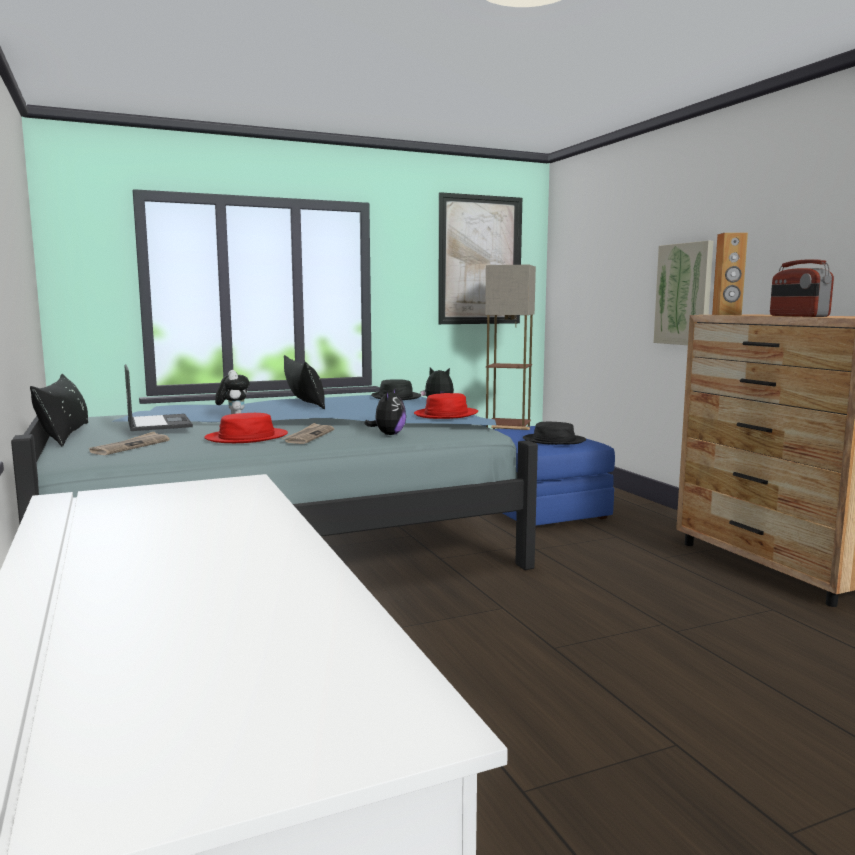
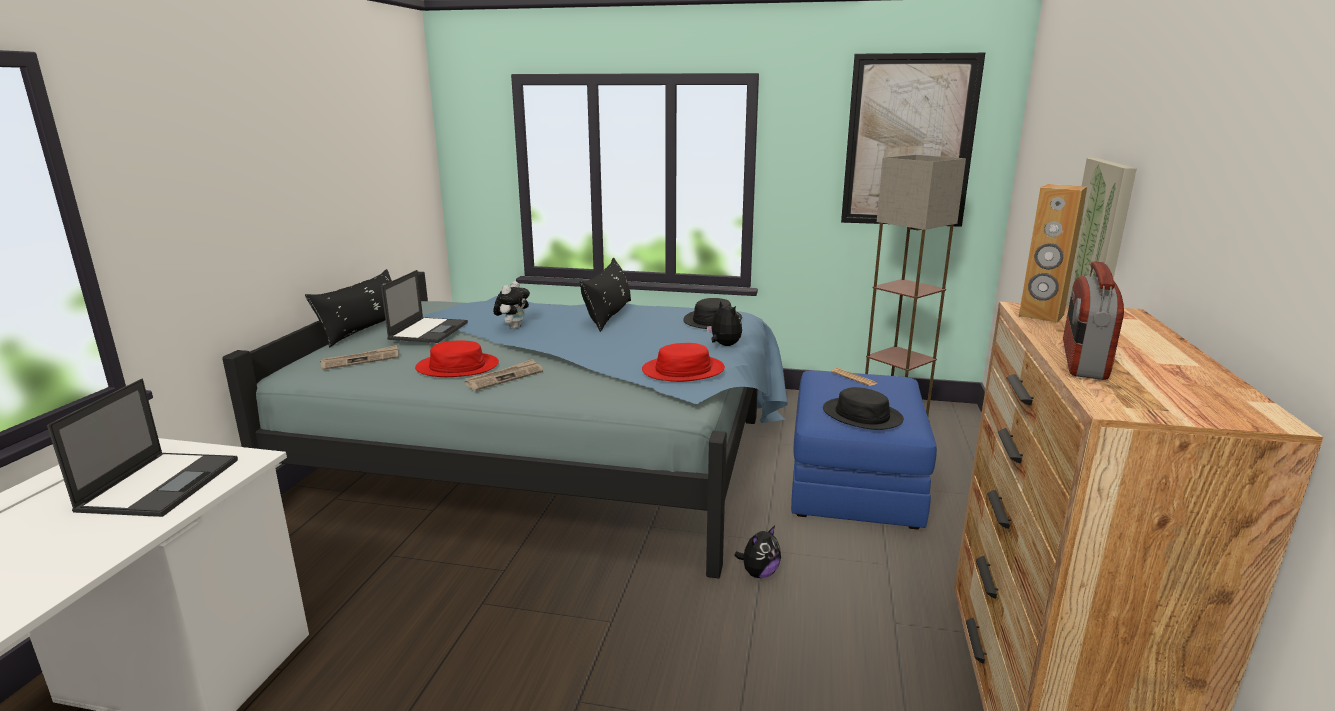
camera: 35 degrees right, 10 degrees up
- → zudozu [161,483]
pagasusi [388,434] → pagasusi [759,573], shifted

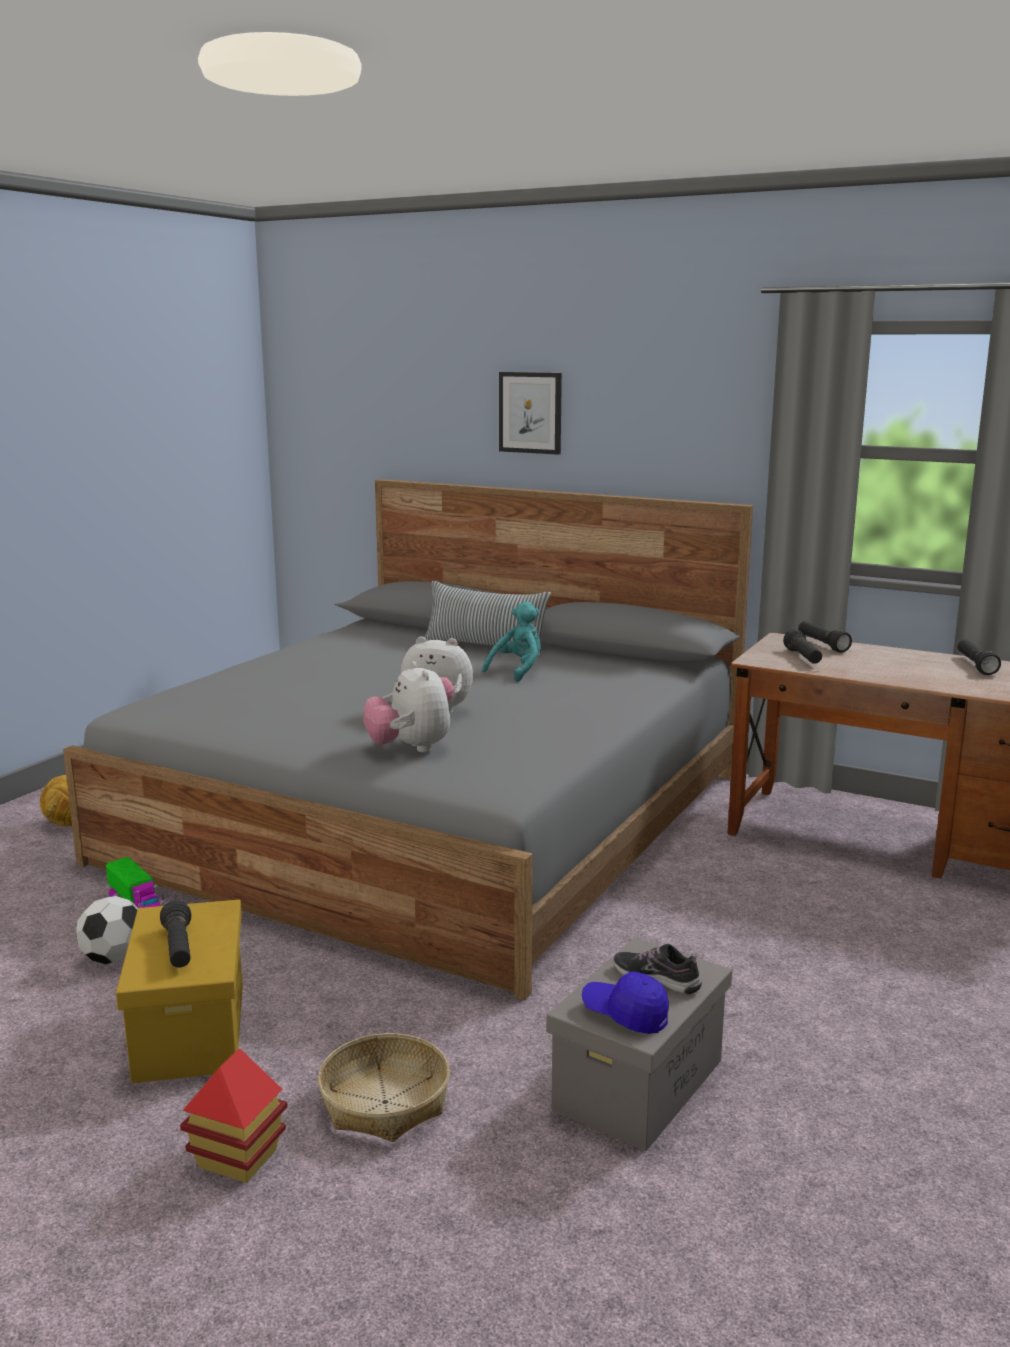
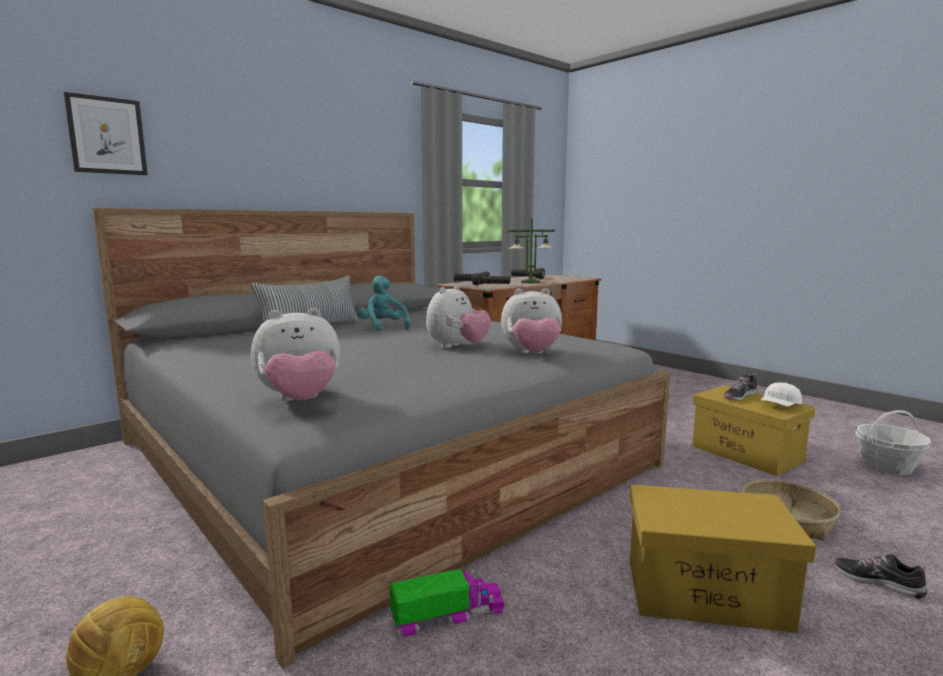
camera: 70 degrees left, 5 degrees down
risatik [530,412] → risatik [107,135], shifted
- → pagasusi [300,401]
- → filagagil [530,282]
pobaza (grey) [638,1085] → pobaza (yellow) [747,454]
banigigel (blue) [625,1015] → banigigel (white) [779,406]
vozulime [237,1158] → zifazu [877,582]
- → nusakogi [887,466]
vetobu [114,959] → -
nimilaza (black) [179,948] → -

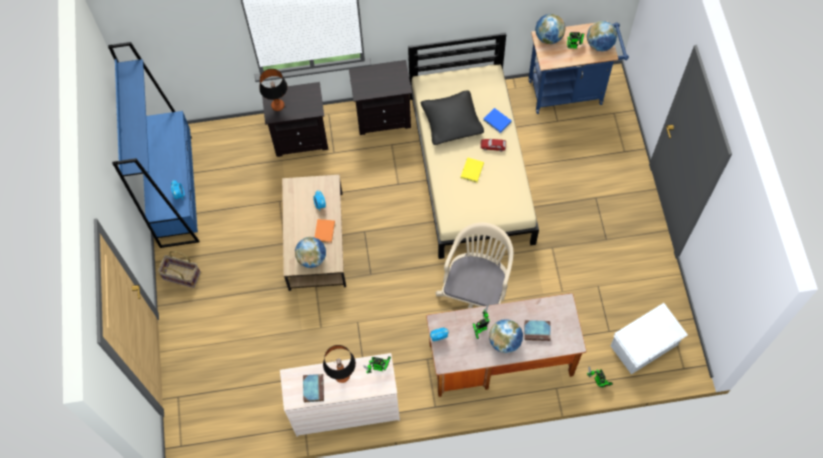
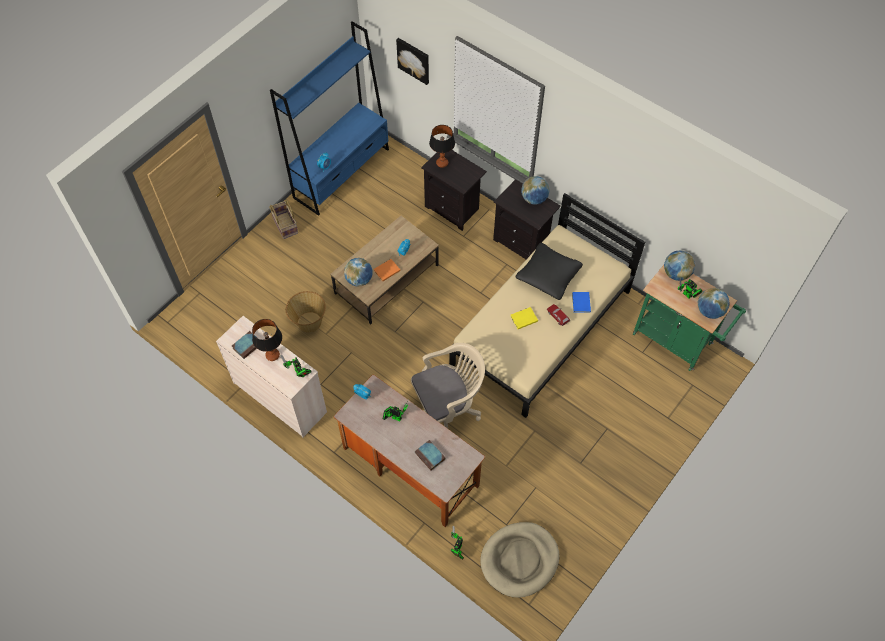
camera: 45 degrees right, 5 degrees down
- → nusakogi [309,322]
- → risatik [414,60]
pobaza (white) [645,346] → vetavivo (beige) [519,560]
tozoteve [505,341] → tozoteve [534,199], shifted
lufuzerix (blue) [570,91] → lufuzerix (green) [677,341]

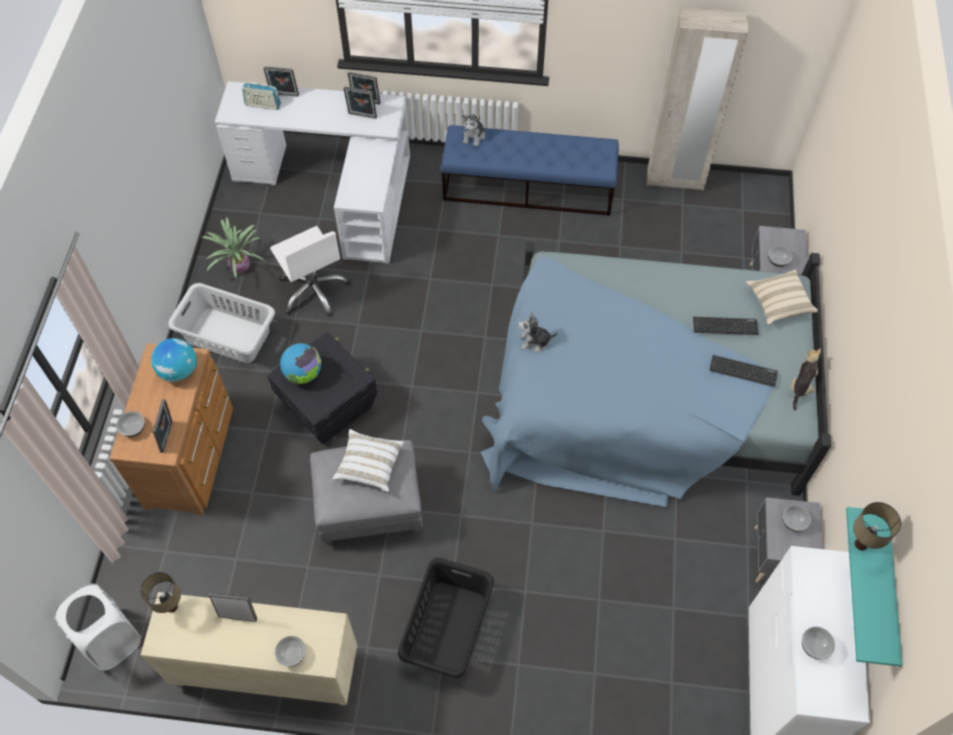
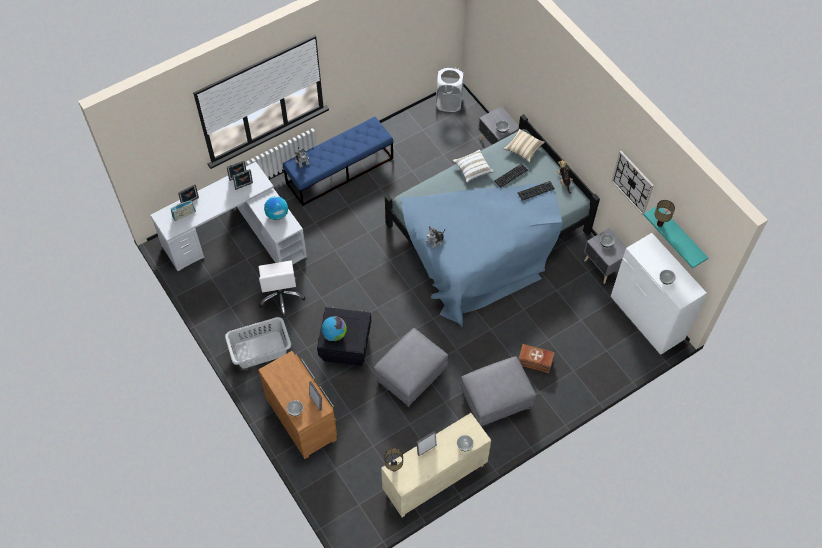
camera: 40 degrees left, 0 degrees up
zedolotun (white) [314,290] → zedolotun (white) [281,296], 60 degrees clockwise
tozoteve [179,370] → tozoteve [277,214], shifted
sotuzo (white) [111,639] → sotuzo (white) [448,103], shifted
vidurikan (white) [369,465] → vidurikan (white) [473,169], shifted
sotuzo (black) [446,628] → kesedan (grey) [495,401]
- → pobaza (brown) [535,362]
- → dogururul [632,182]
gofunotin [240,266] → -
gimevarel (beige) [675,179] → -

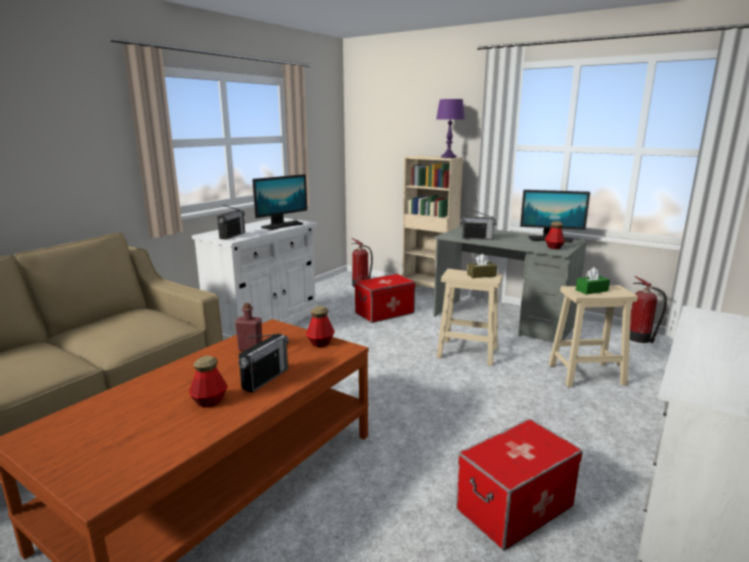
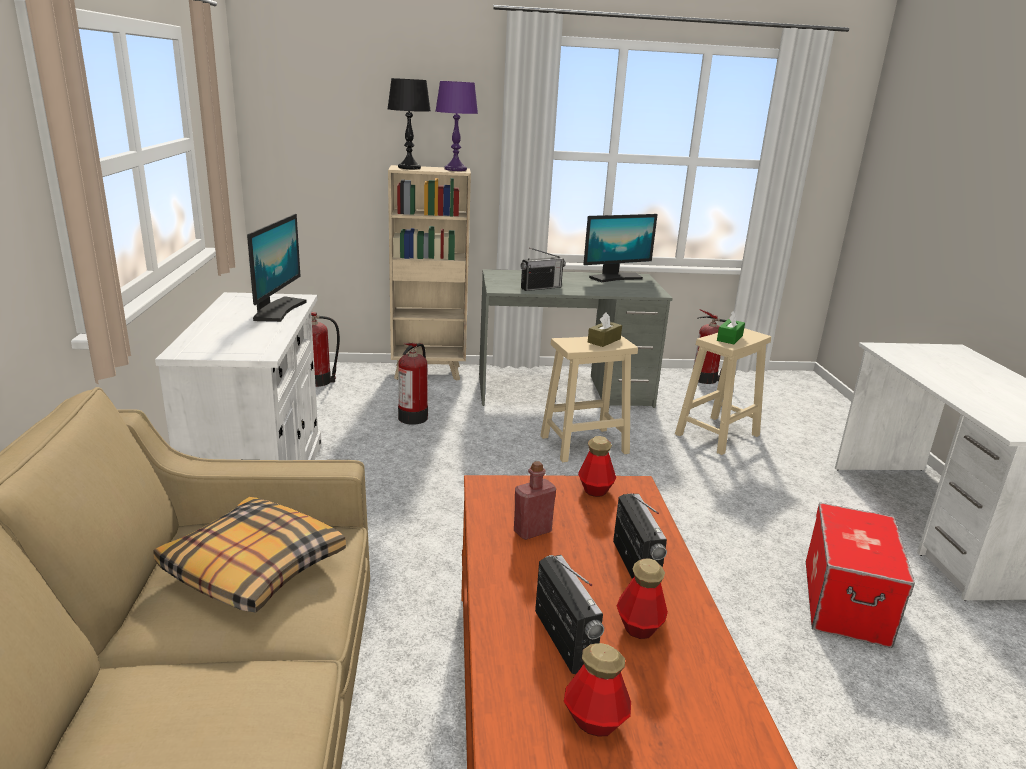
camera: 40 degrees left, 5 degrees up
- → vidurikan [253,568]
- → filagagil (black) [409,168]
pobaza [384,312] → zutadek [414,417]
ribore [232,236] → ribore [564,639], shifted
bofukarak [553,247] → bofukarak [595,721], shifted

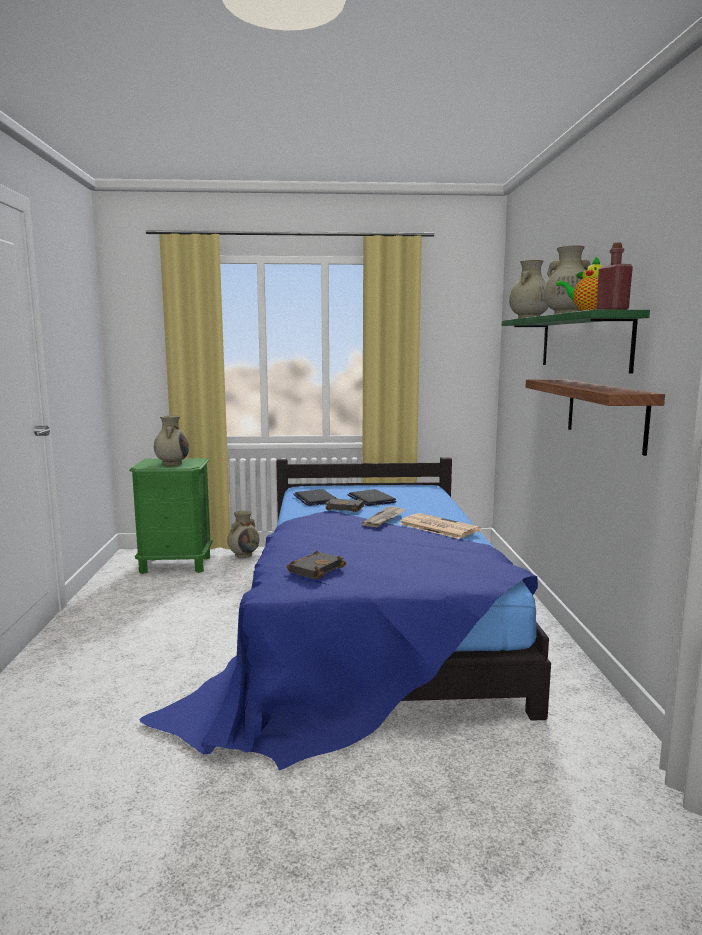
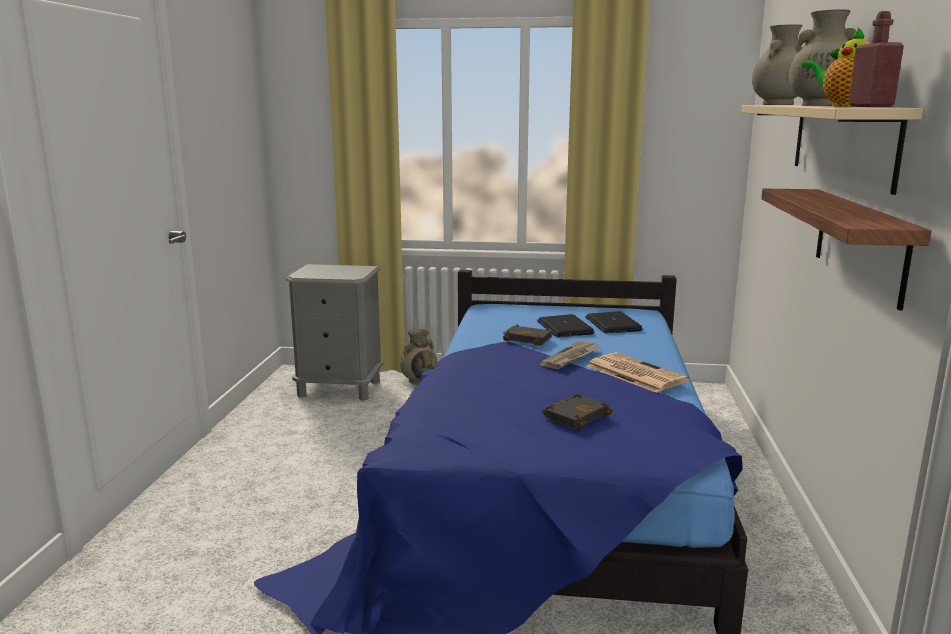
camera: 10 degrees right, 5 degrees up
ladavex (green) [176,565] → ladavex (grey) [340,388]
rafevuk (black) [316,569] → rafevuk (black) [576,415], shifted
zudozu [315,499] → zudozu [613,324], shifted
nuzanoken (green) [583,342] → nuzanoken (beige) [841,142]
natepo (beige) [172,463] → -

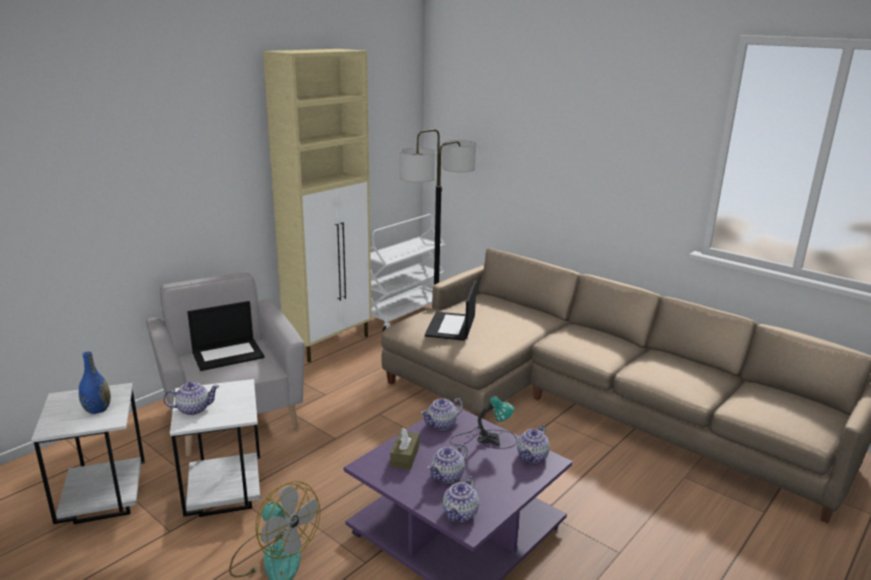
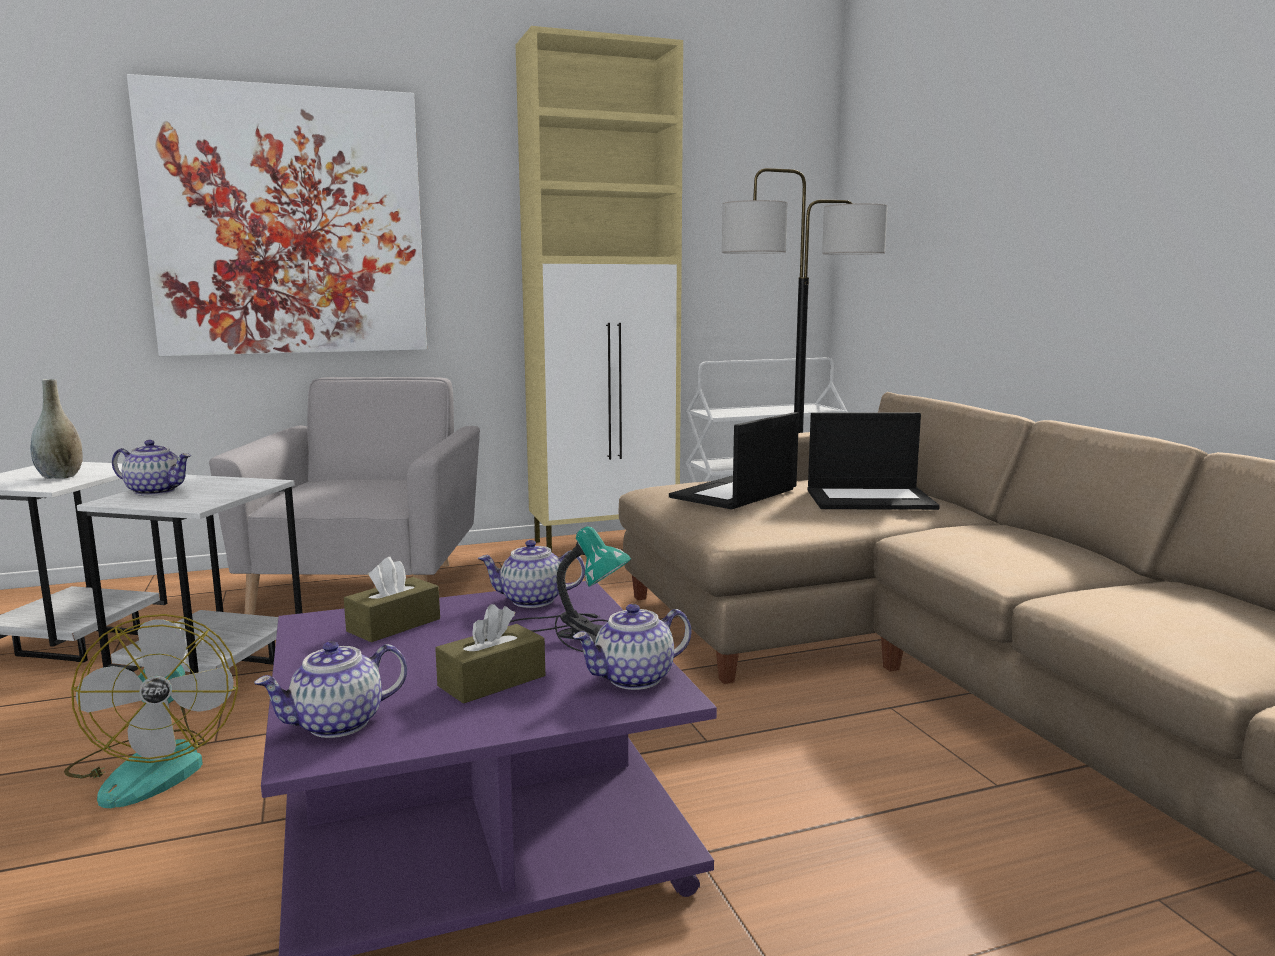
camera: 30 degrees right, 10 degrees down
natepo (blue) [97,410] → natepo (grey) [60,477]
- → risatik [288,223]
- → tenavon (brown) [492,681]
zudozu [228,354] → zudozu [871,499], shifted
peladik [447,476] → -

